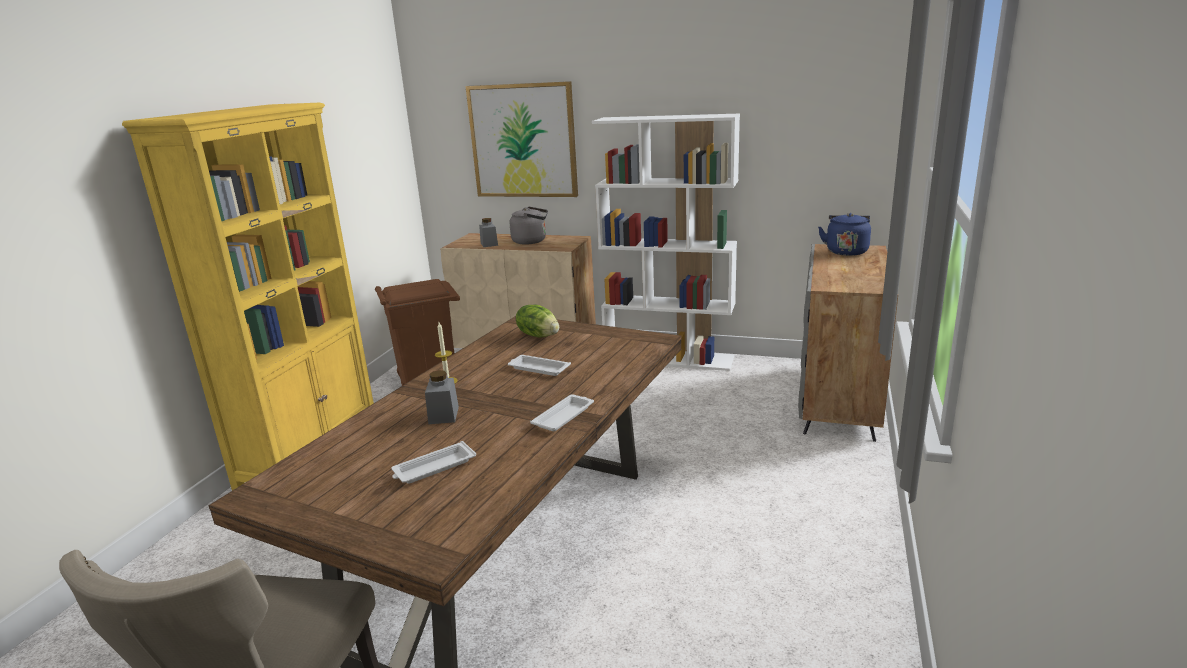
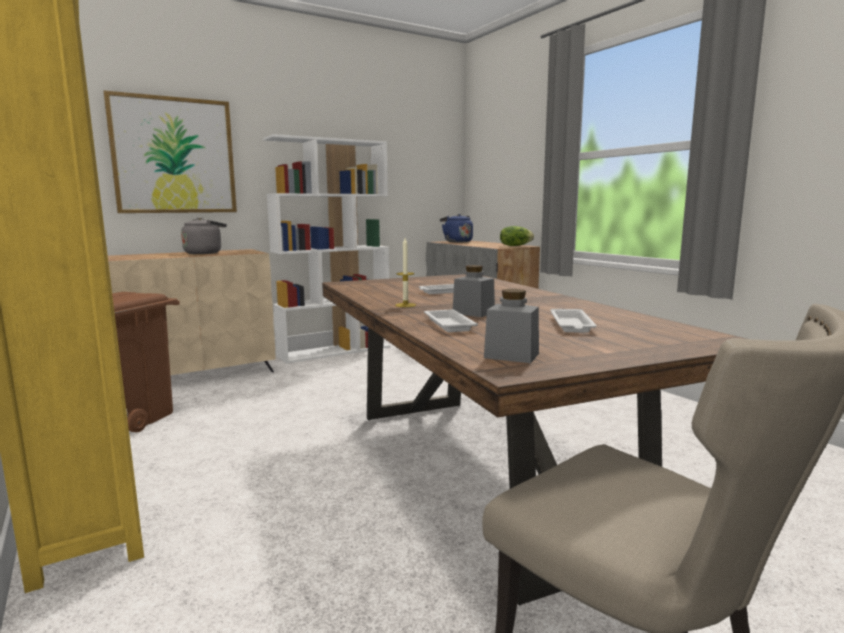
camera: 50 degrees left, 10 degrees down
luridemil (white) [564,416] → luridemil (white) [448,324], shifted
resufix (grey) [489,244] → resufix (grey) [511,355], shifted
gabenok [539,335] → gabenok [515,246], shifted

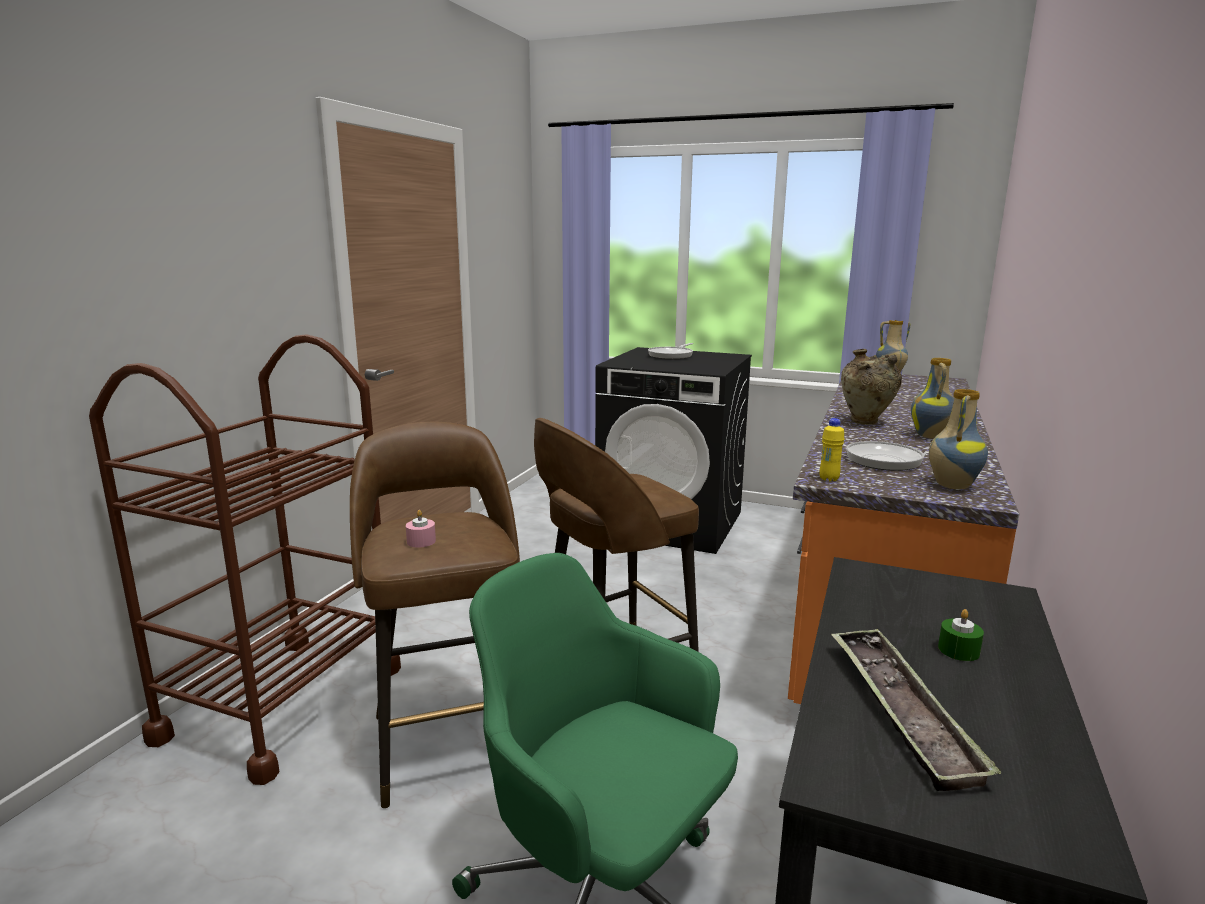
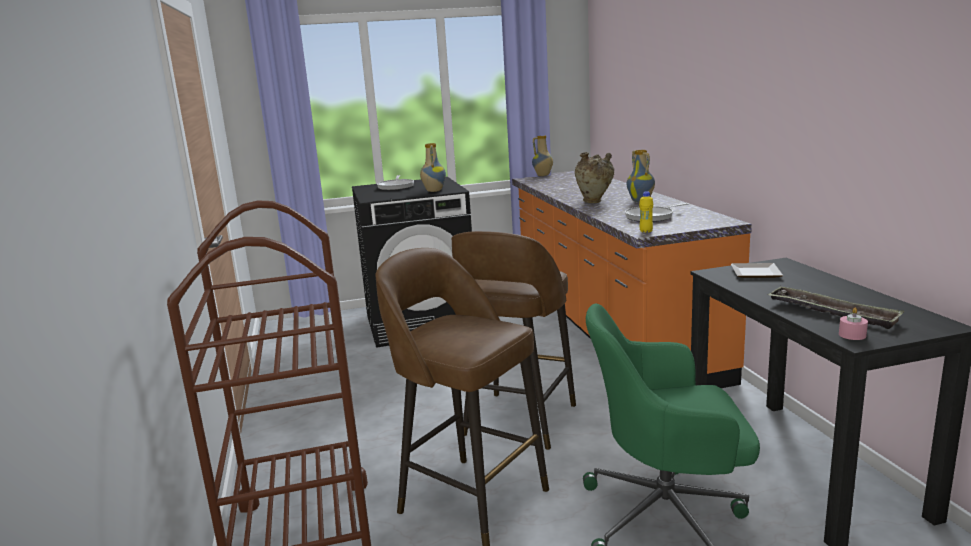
camera: 35 degrees left, 0 degrees up
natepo [951,485] → natepo [433,191], shifted
- → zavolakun [757,273]
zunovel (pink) [421,541] → zunovel (pink) [852,335], shifted
zunovel (green) [958,650] → -

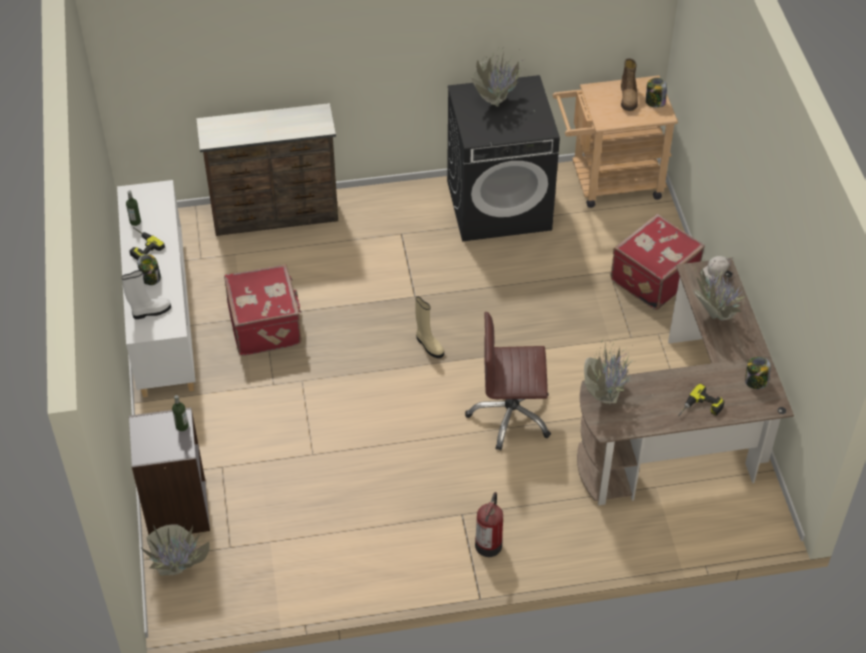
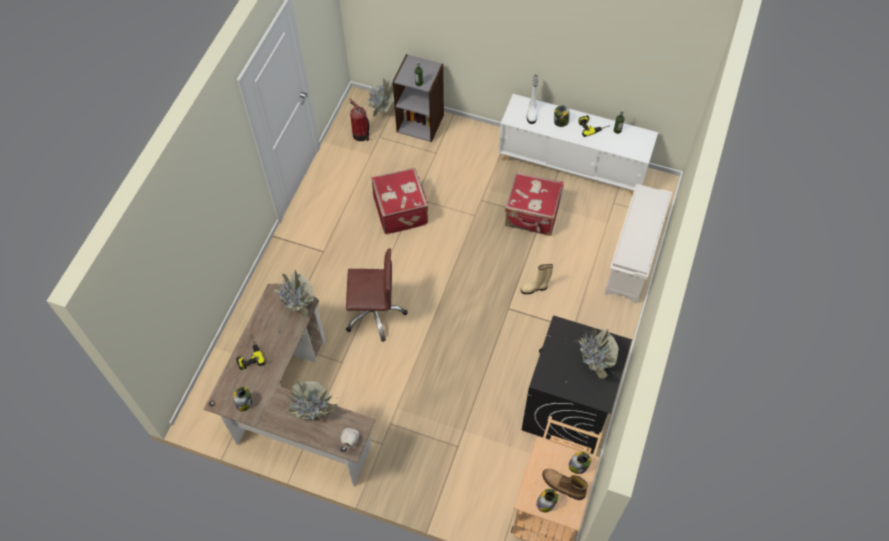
camera: 120 degrees right, 10 degrees up
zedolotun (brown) [510,416] → zedolotun (brown) [374,313], 60 degrees clockwise
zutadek [489,543] → zutadek [361,135], shifted
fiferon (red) [652,278] → fiferon (red) [401,210], shifted
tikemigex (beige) [429,345] → tikemigex (beige) [535,288], shifted
- → resufix [578,466]
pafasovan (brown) [276,216] → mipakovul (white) [632,260]

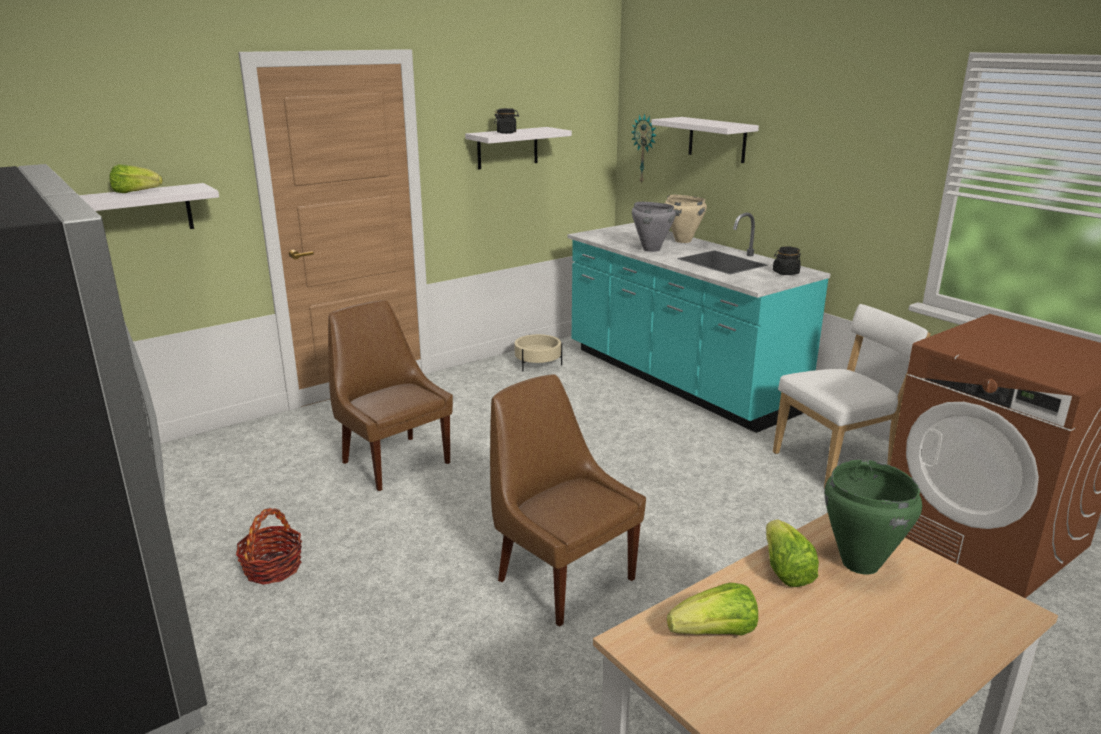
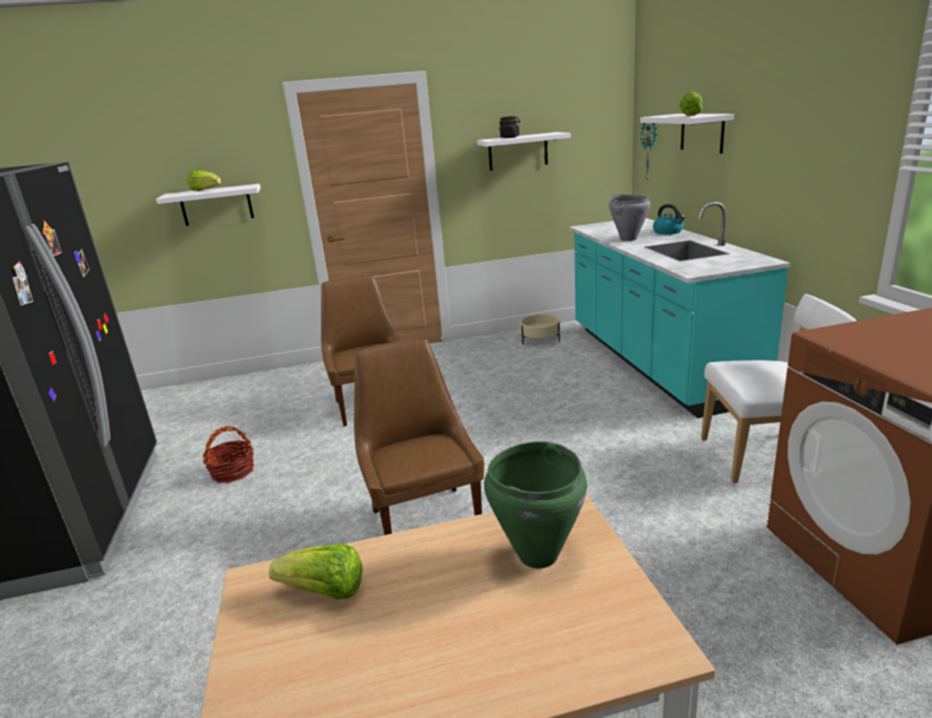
camera: 25 degrees right, 0 degrees up
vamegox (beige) [683,241] → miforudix [668,232]
gabenok [785,570] → gabenok [690,115], shifted
resufix (black) [785,273] → -

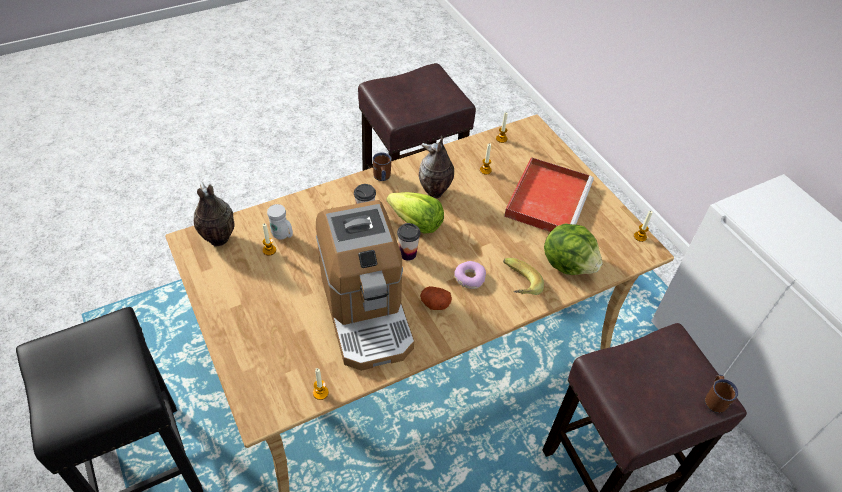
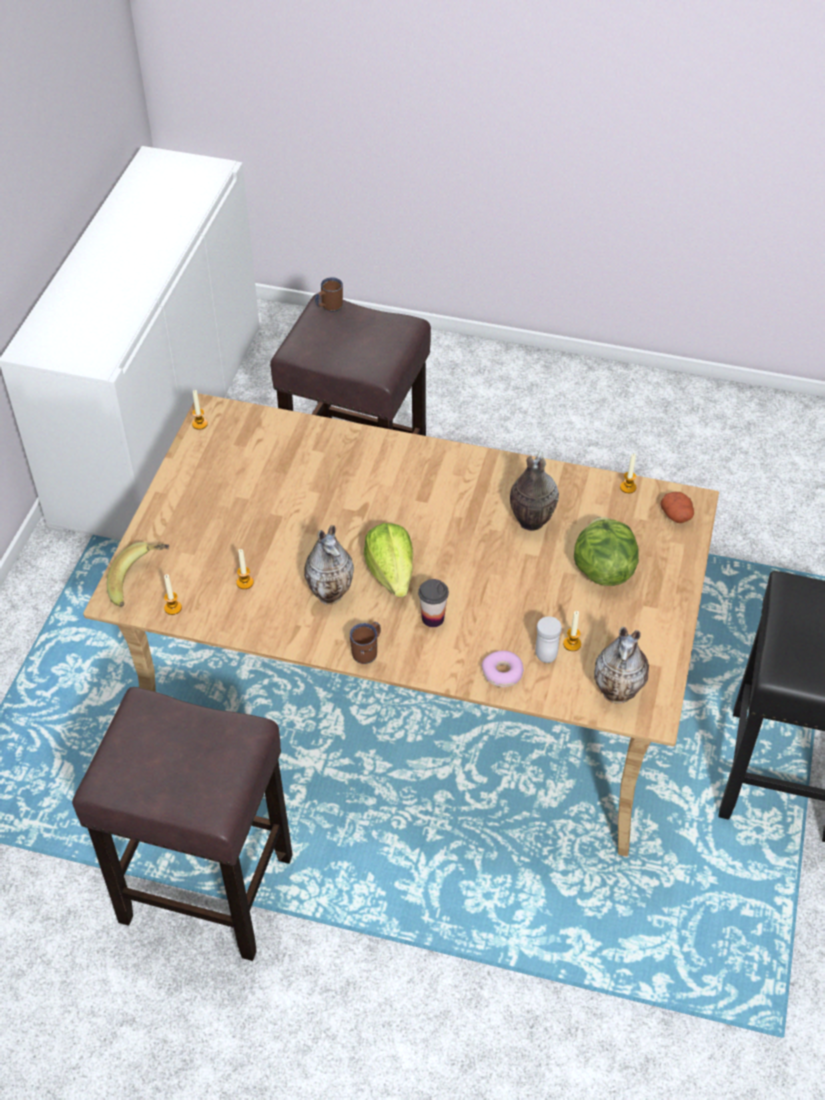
camera: 135 degrees left, 0 degrees up
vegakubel [516,287] → vegakubel [141,582], shifted
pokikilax [469,278] → pokikilax [502,673], shifted
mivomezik [366,312] → natepo [530,522]
gabenok [568,263] → gabenok [602,570], shifted
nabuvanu [434,303] → nabuvanu [677,515], shifted
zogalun [408,254] → -
luridemil (red) [548,198] → -

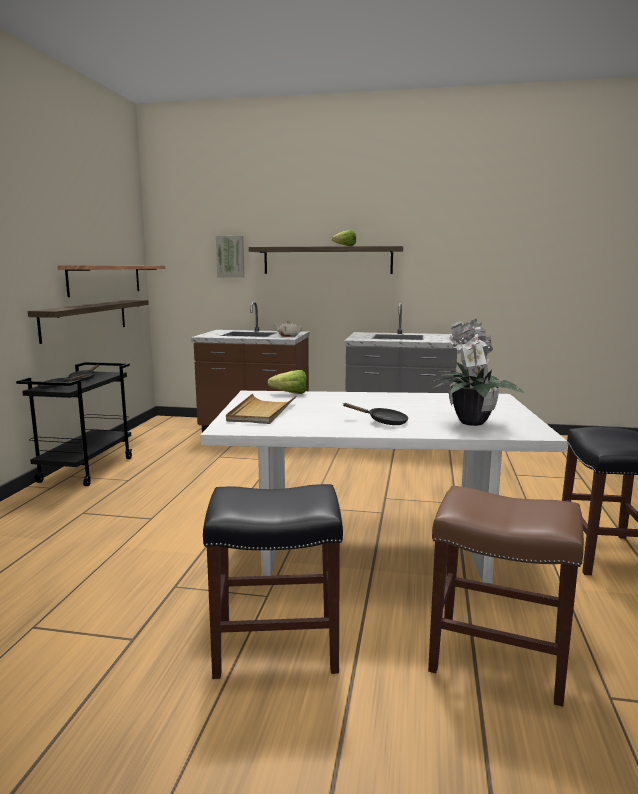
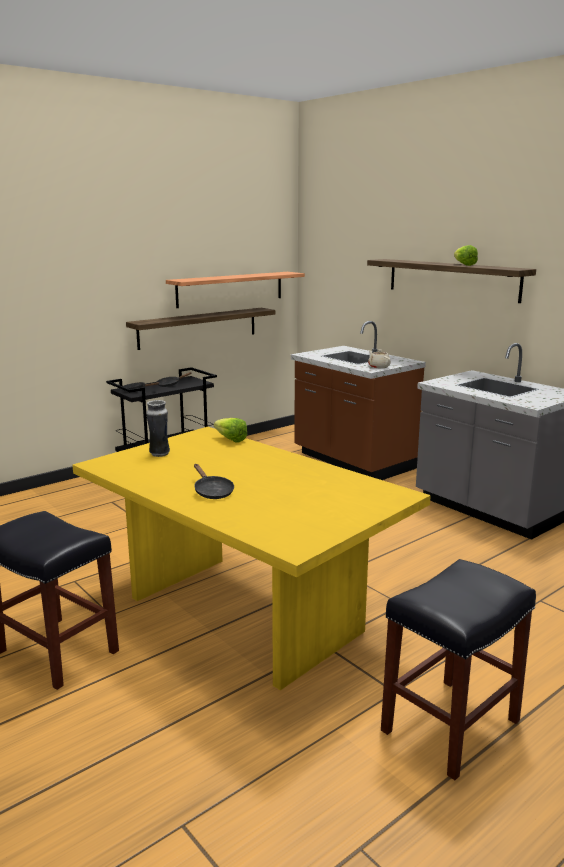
camera: 40 degrees right, 5 degrees up
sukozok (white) [372,549] → sukozok (yellow) [242,614]
luridemil (beige) [261,412] → natepo [159,454]
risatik [230,256] → -
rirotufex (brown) [495,658] → -
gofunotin [471,423] → -

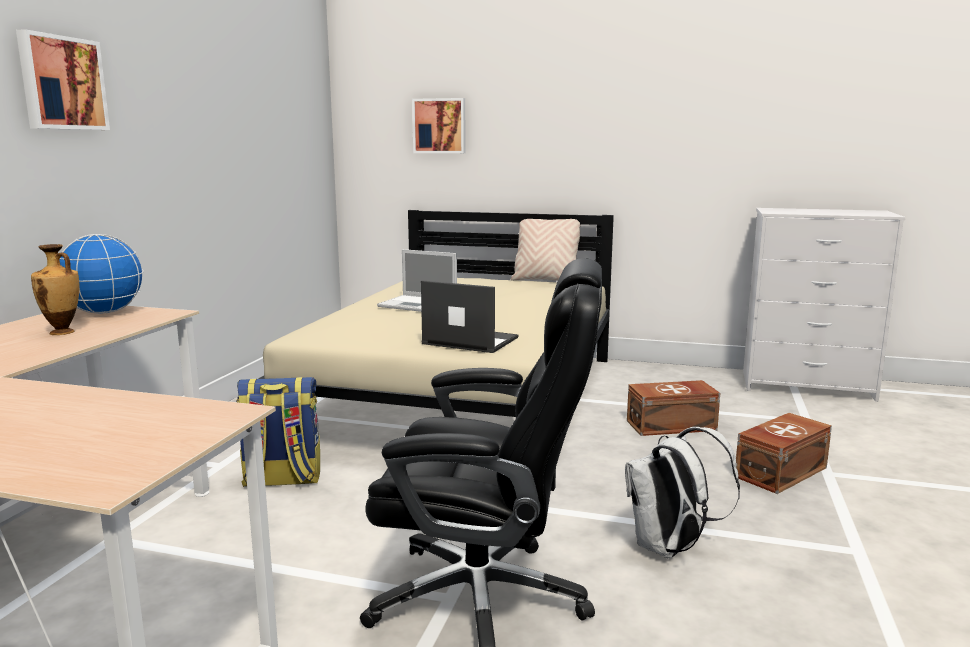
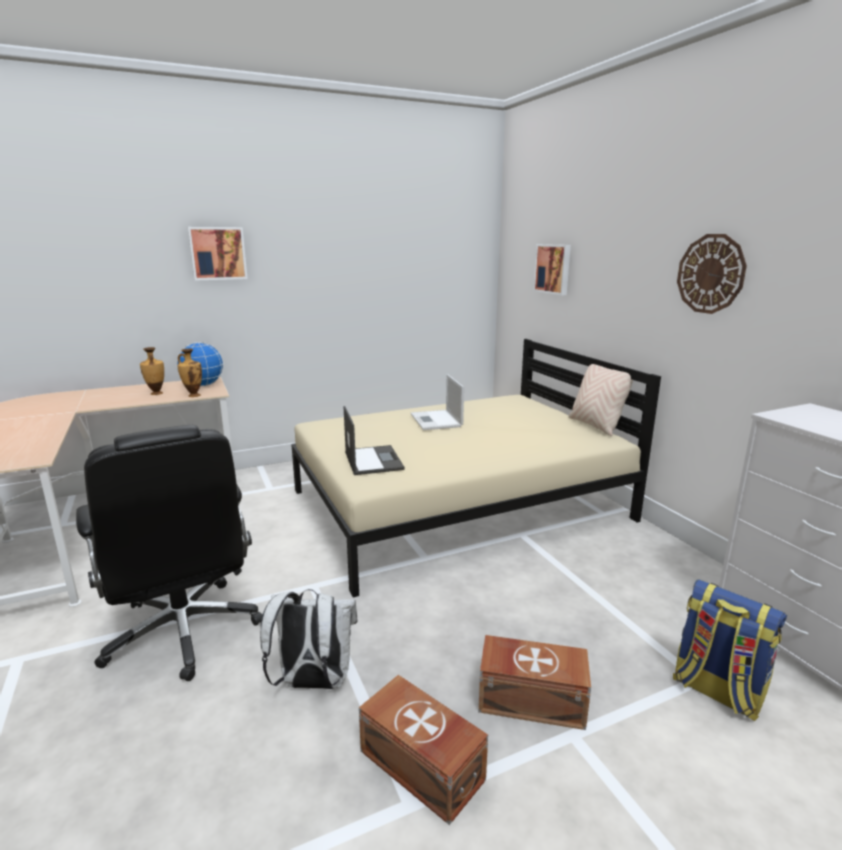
camera: 50 degrees right, 5 degrees up
- → natepo [193,395]
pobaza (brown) [672,426] → pobaza (brown) [421,767], shifted
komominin [282,479] → komominin [716,691], shifted
- → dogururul [710,274]

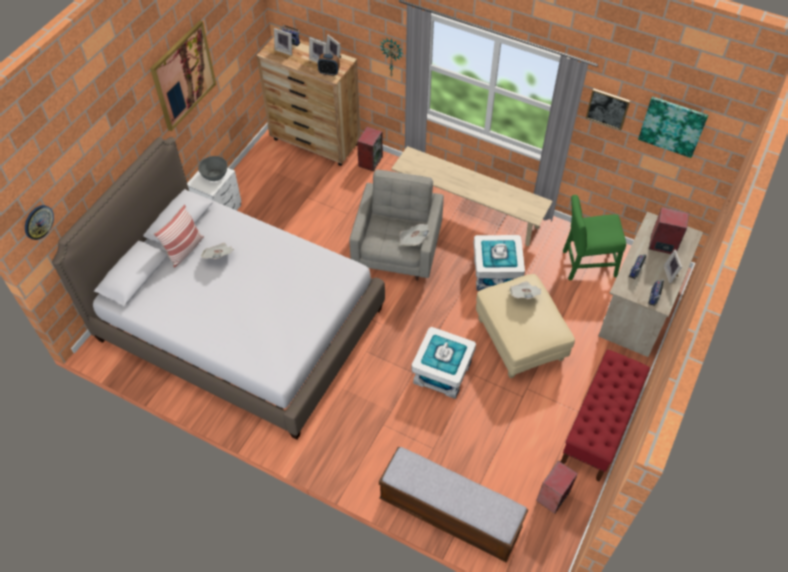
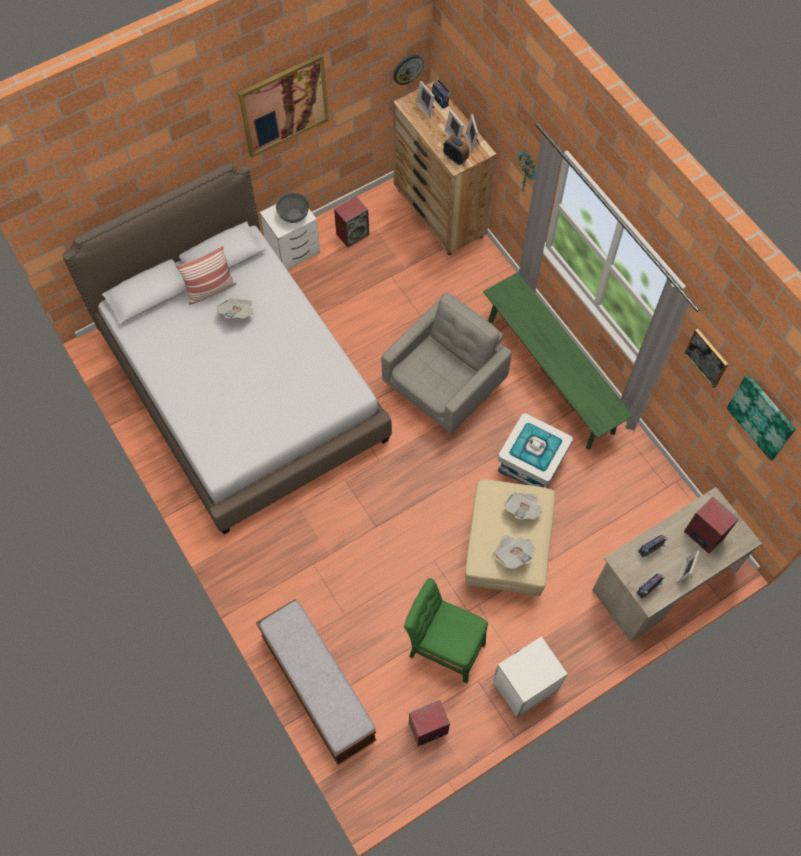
camera: 30 degrees right, 10 degrees up
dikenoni [370,161] → dikenoni [352,234], shifted
dogururul [38,222] → dogururul [407,69], shifted
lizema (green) [586,264] → lizema (green) [443,647], shifted
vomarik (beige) [468,211] → vomarik (green) [550,375]
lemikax [413,240] → lemikax [513,554], shifted
vomarik (red) [599,427] → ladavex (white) [523,686]
pobaza (white) [442,372] → -

